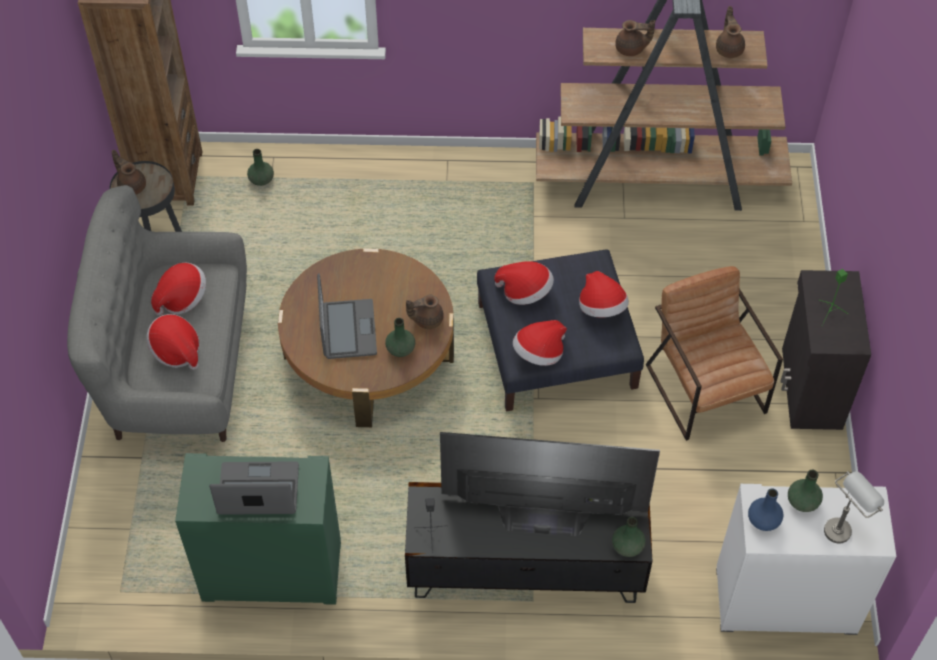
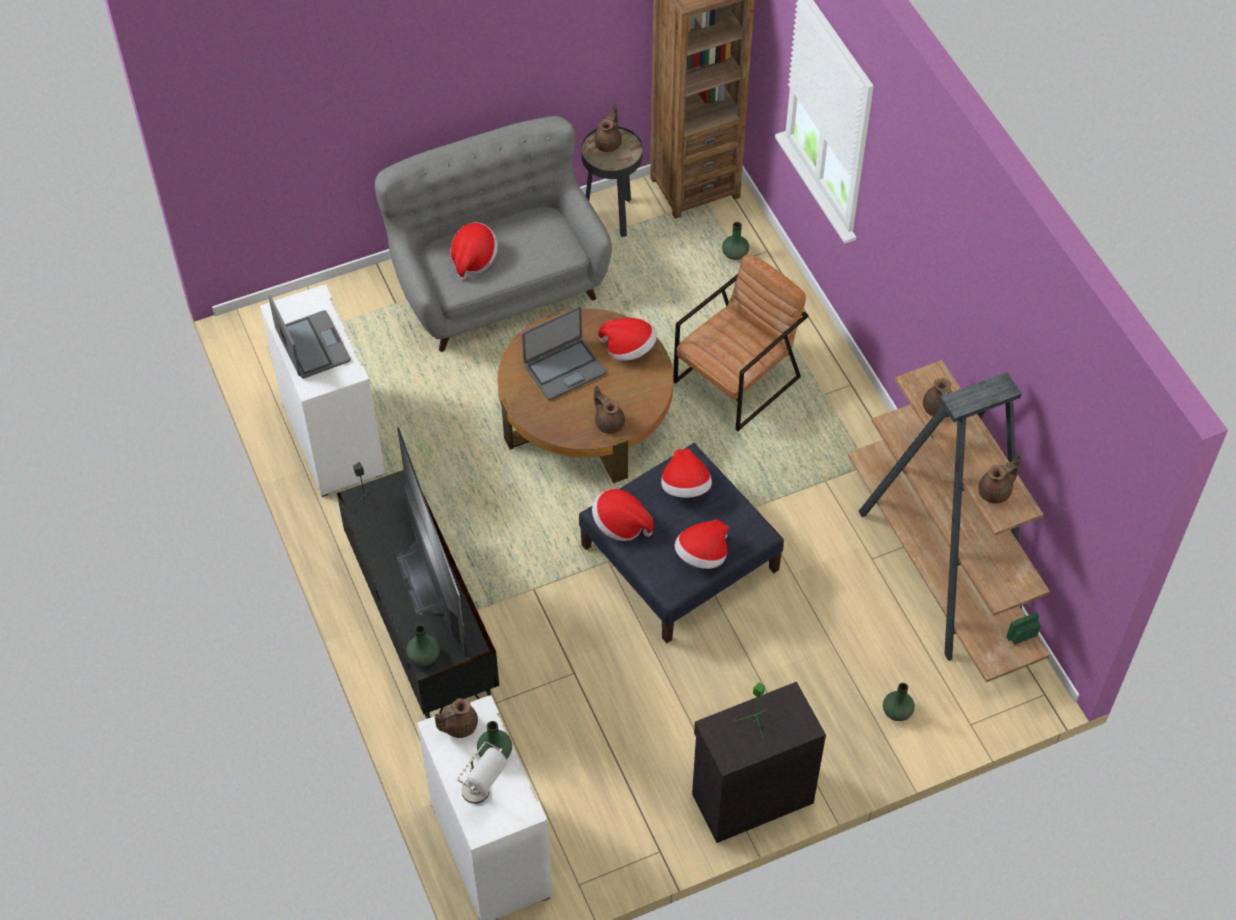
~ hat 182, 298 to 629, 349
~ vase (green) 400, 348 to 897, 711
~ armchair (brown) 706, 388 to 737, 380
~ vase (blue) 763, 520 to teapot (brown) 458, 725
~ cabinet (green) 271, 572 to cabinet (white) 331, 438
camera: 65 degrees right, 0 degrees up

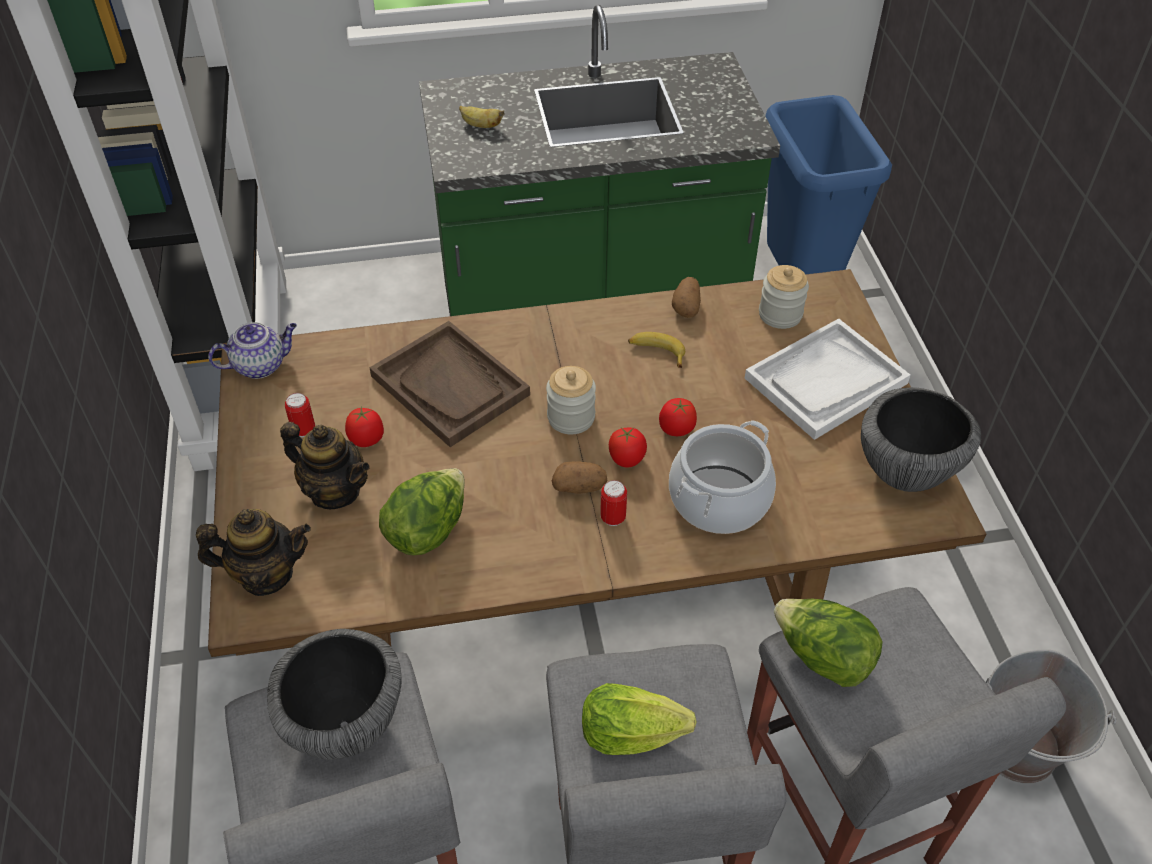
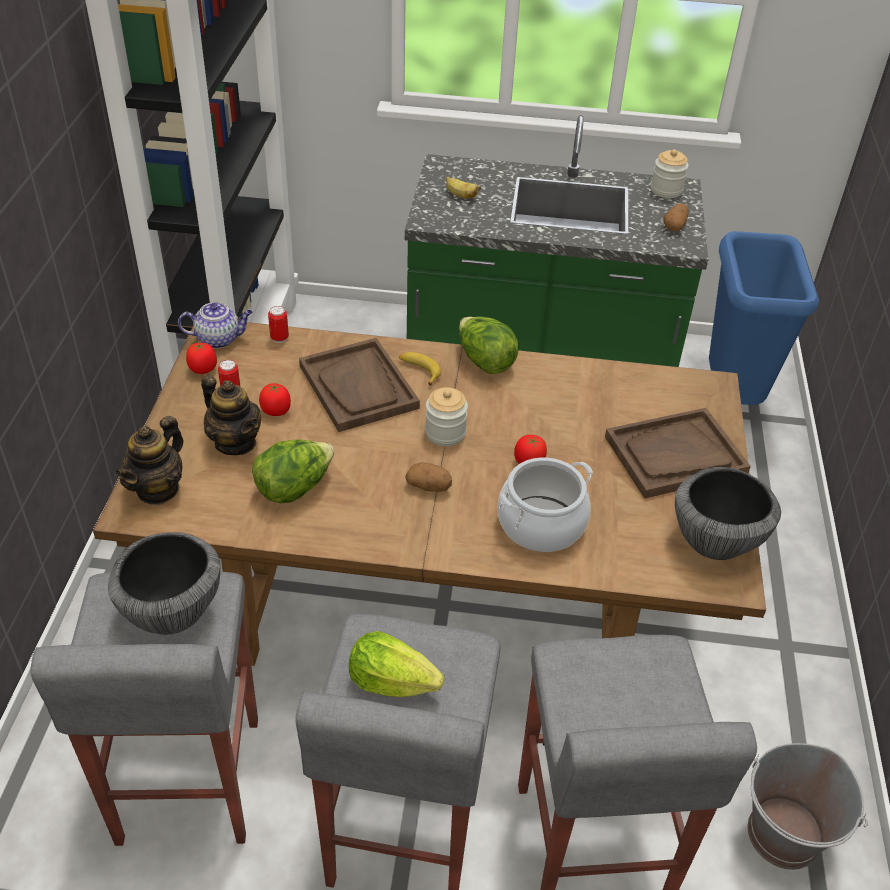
~ can 613, 518 to 279, 338
~ tomato 627, 459 to 203, 369
~ banana 656, 352 to 419, 371
~ potato 686, 307 to 675, 226
~ jar 780, 314 to 666, 190
~ lettuce 822, 657 to 484, 361
~ tray (white) 825, 381 to tray (brown) 675, 455
~ teapot 266, 574 = 158, 489 105 degrees clockwise
camera: 15 degrees right, 5 degrees down

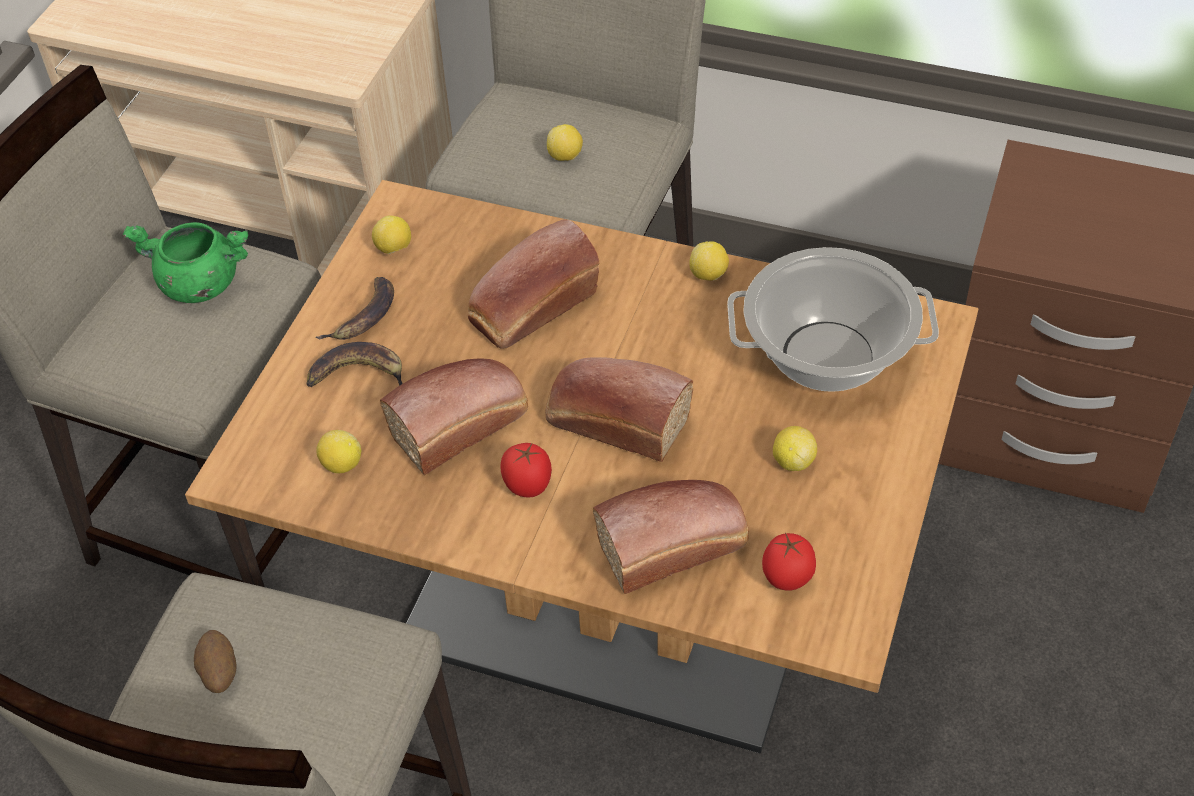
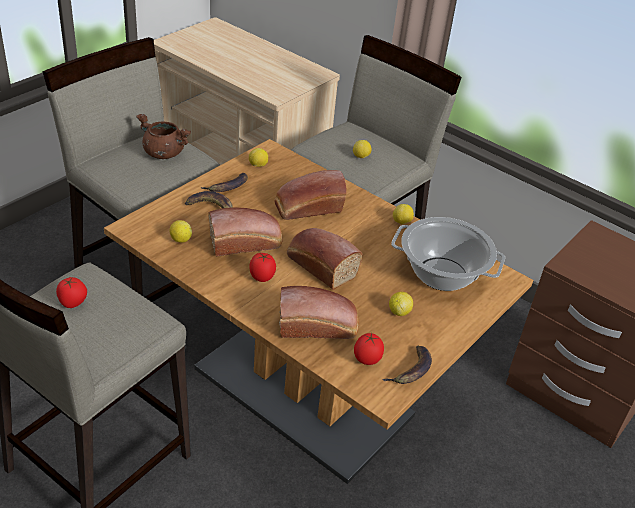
+ banana 411, 370
~ potato 219, 673 to tomato 73, 303
~ cooking pot (green) 199, 284 to cooking pot (brown) 163, 153
camera: 15 degrees right, 10 degrees down

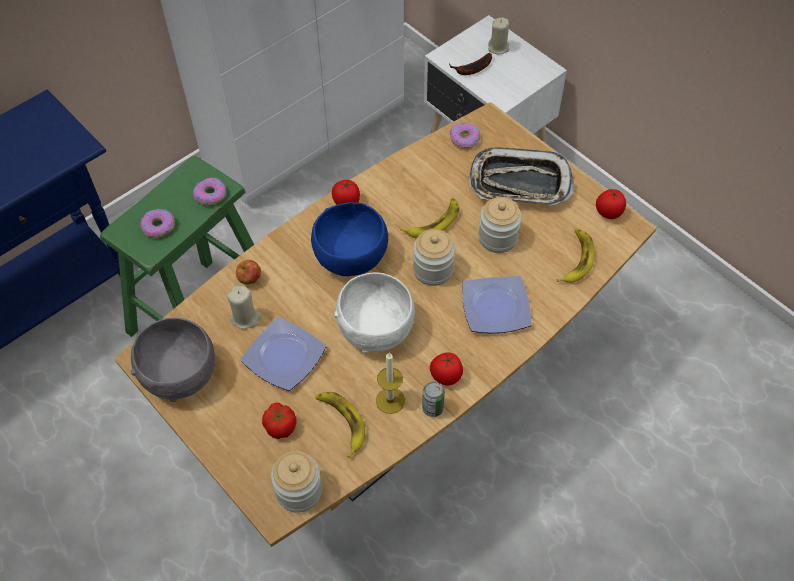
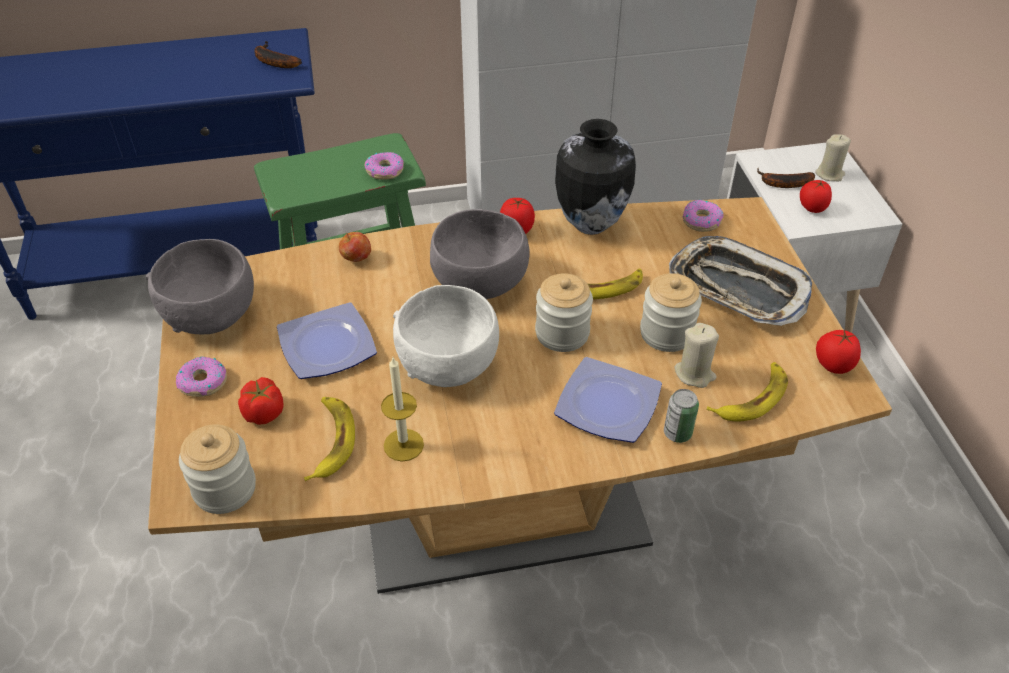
+ banana 273, 61
+ vase 589, 224
~ donut 158, 226 to 203, 382
~ candle (beige) 245, 317 to 694, 374
~ can 432, 408 to 677, 433
~ tomato 446, 376 to 812, 208
~ bowl (blue) 352, 256 to bowl (grey) 481, 282
camera: 30 degrees right, 10 degrees down

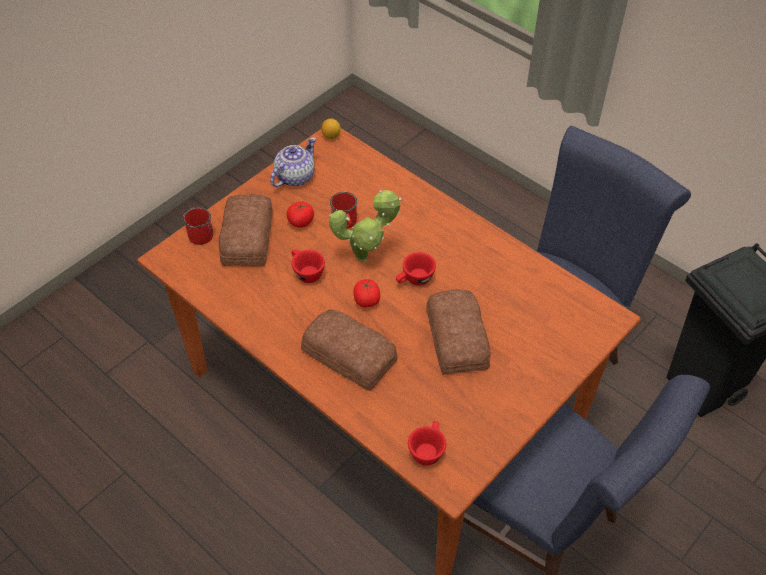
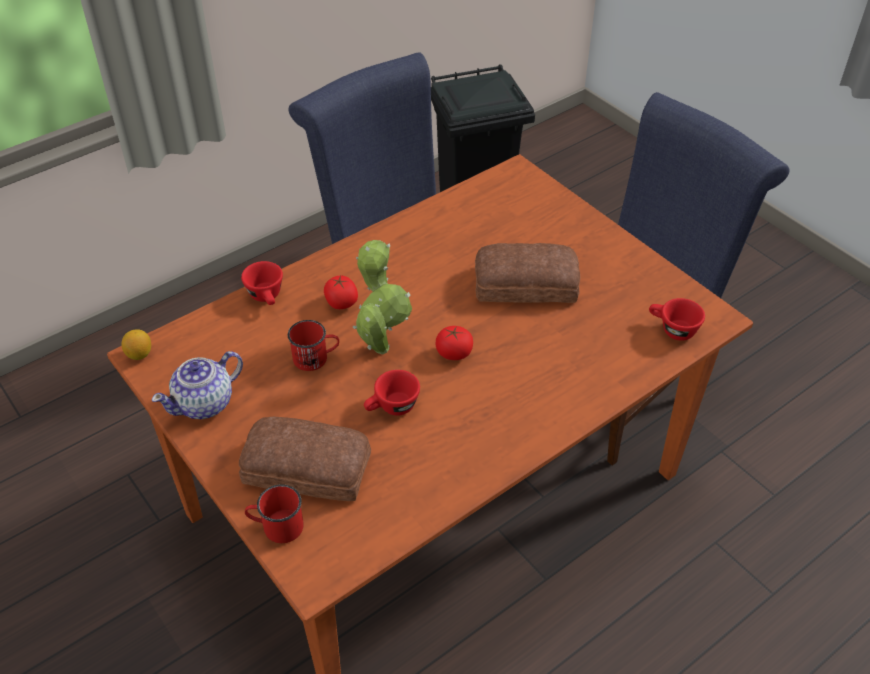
- bread 349, 353
~ tomato 301, 222 to 341, 303
~ cup (red) 414, 280 to 267, 297
~ teapot 294, 177 = 205, 403 90 degrees counterclockwise
camera: 80 degrees left, 5 degrees down

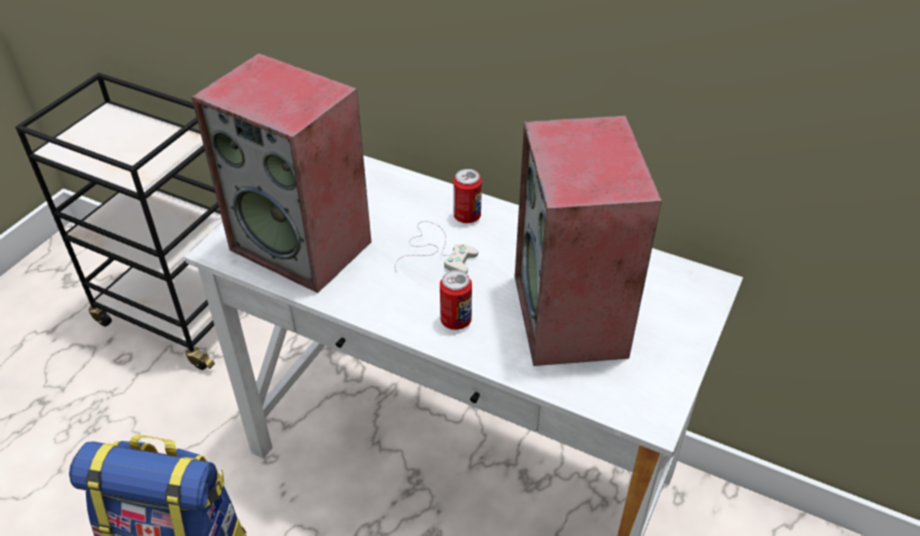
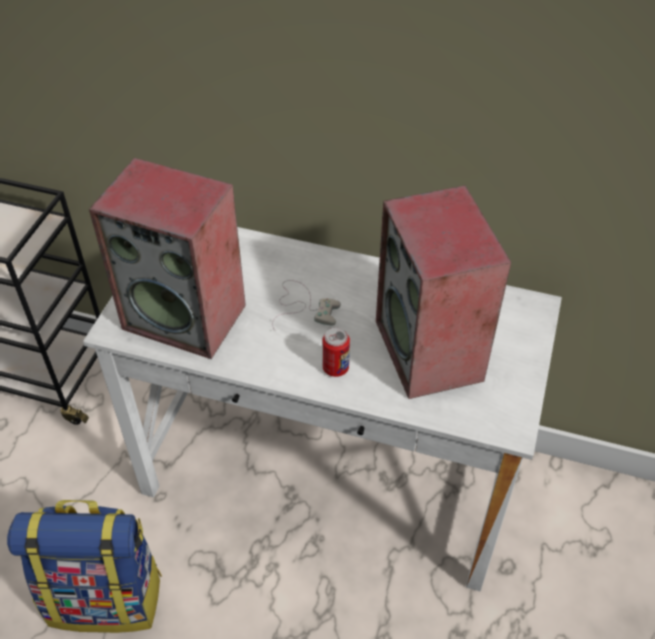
- can 467, 217
camera: 10 degrees left, 5 degrees up

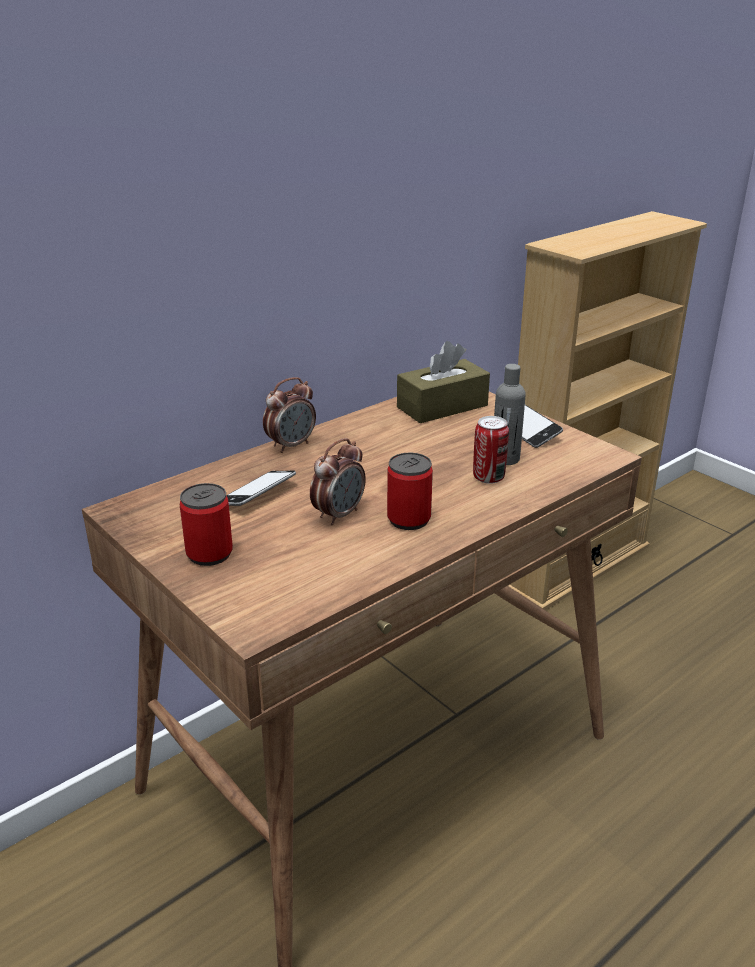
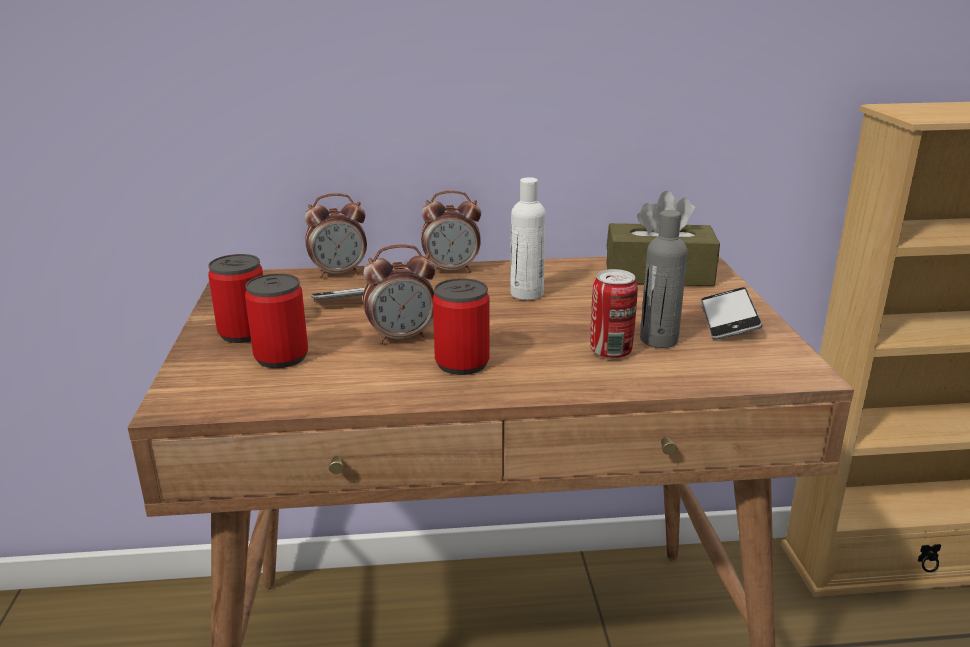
+ can 281, 357
+ alarm clock 339, 273
+ bottle (white) 527, 294
camera: 35 degrees right, 5 degrees down

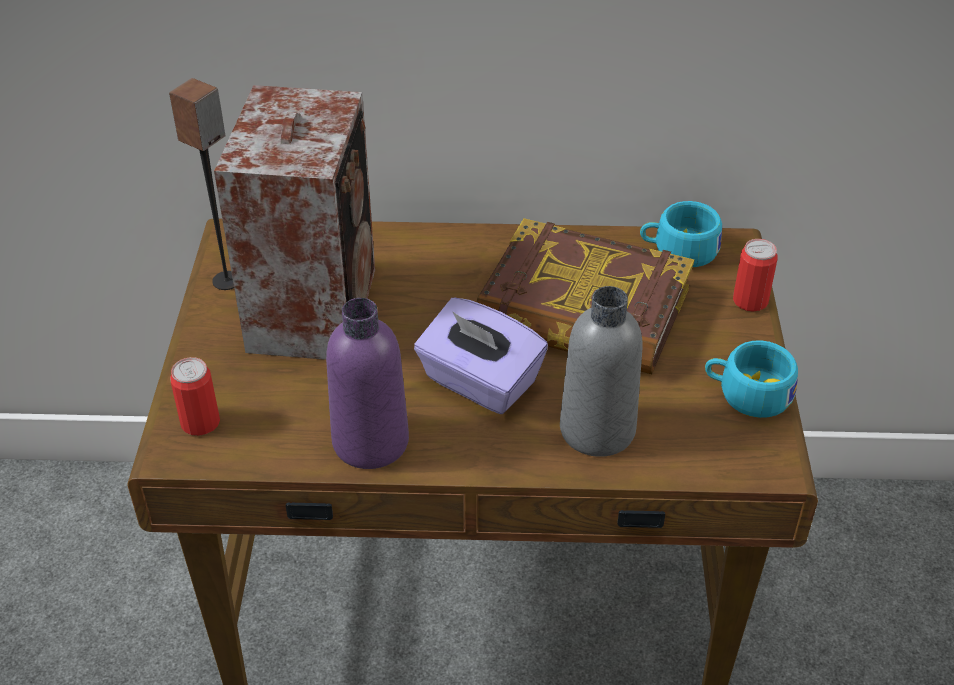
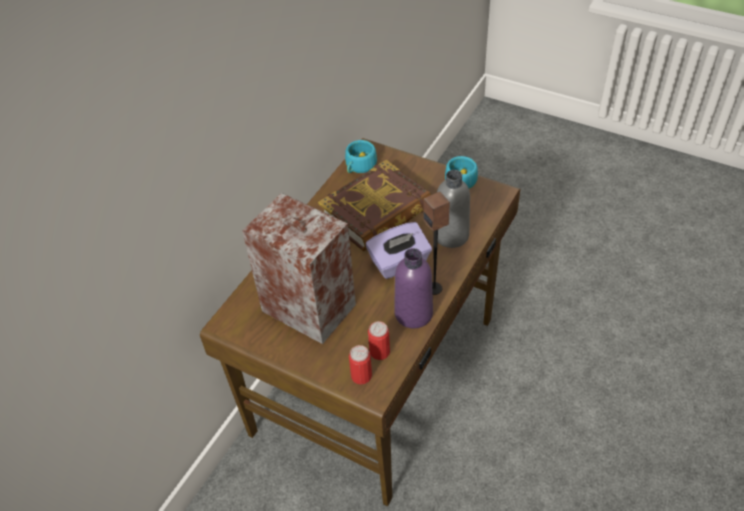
~ speaker 227, 281 to 434, 288
~ can 750, 301 to 379, 352
camera: 60 degrees left, 5 degrees up

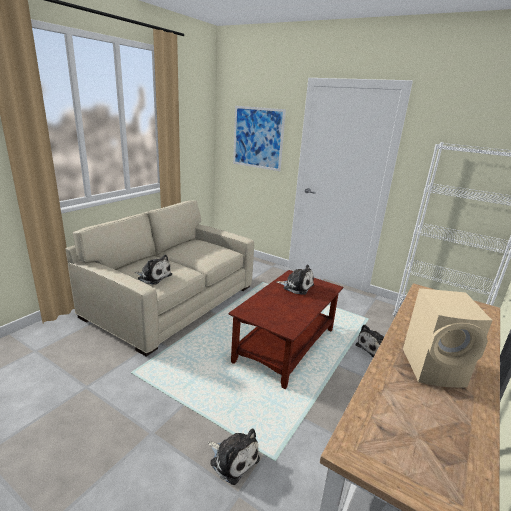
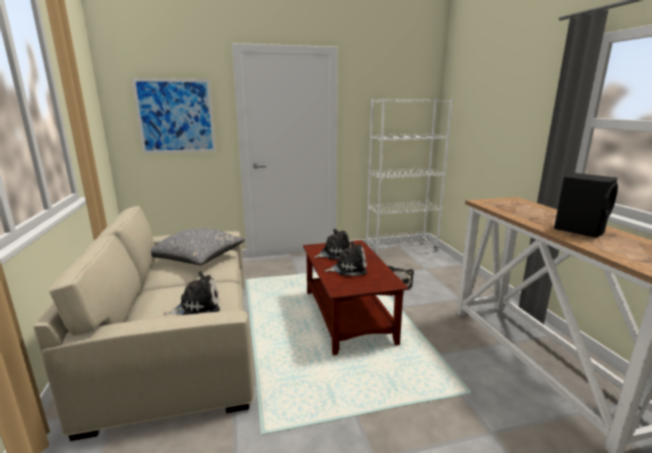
+ pillow (grey) 199, 258
~ plush toy 233, 459 to 348, 269
~ speaker (beige) 435, 368 to speaker (black) 580, 229
camera: 45 degrees left, 5 degrees down

